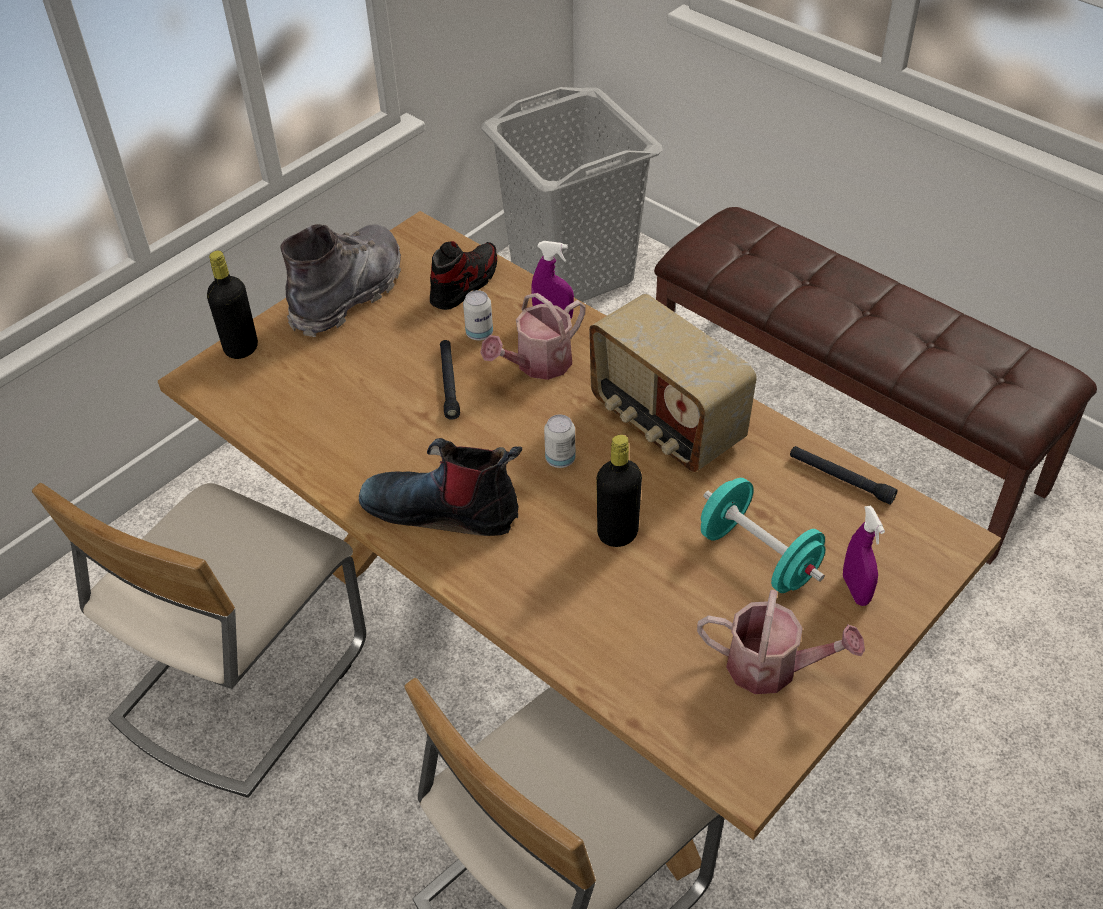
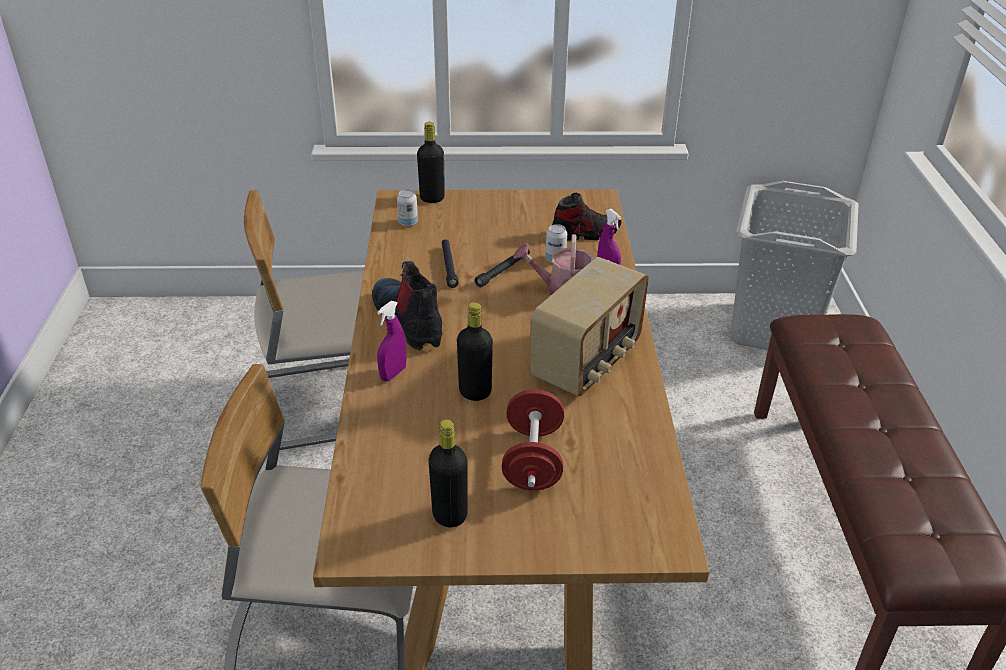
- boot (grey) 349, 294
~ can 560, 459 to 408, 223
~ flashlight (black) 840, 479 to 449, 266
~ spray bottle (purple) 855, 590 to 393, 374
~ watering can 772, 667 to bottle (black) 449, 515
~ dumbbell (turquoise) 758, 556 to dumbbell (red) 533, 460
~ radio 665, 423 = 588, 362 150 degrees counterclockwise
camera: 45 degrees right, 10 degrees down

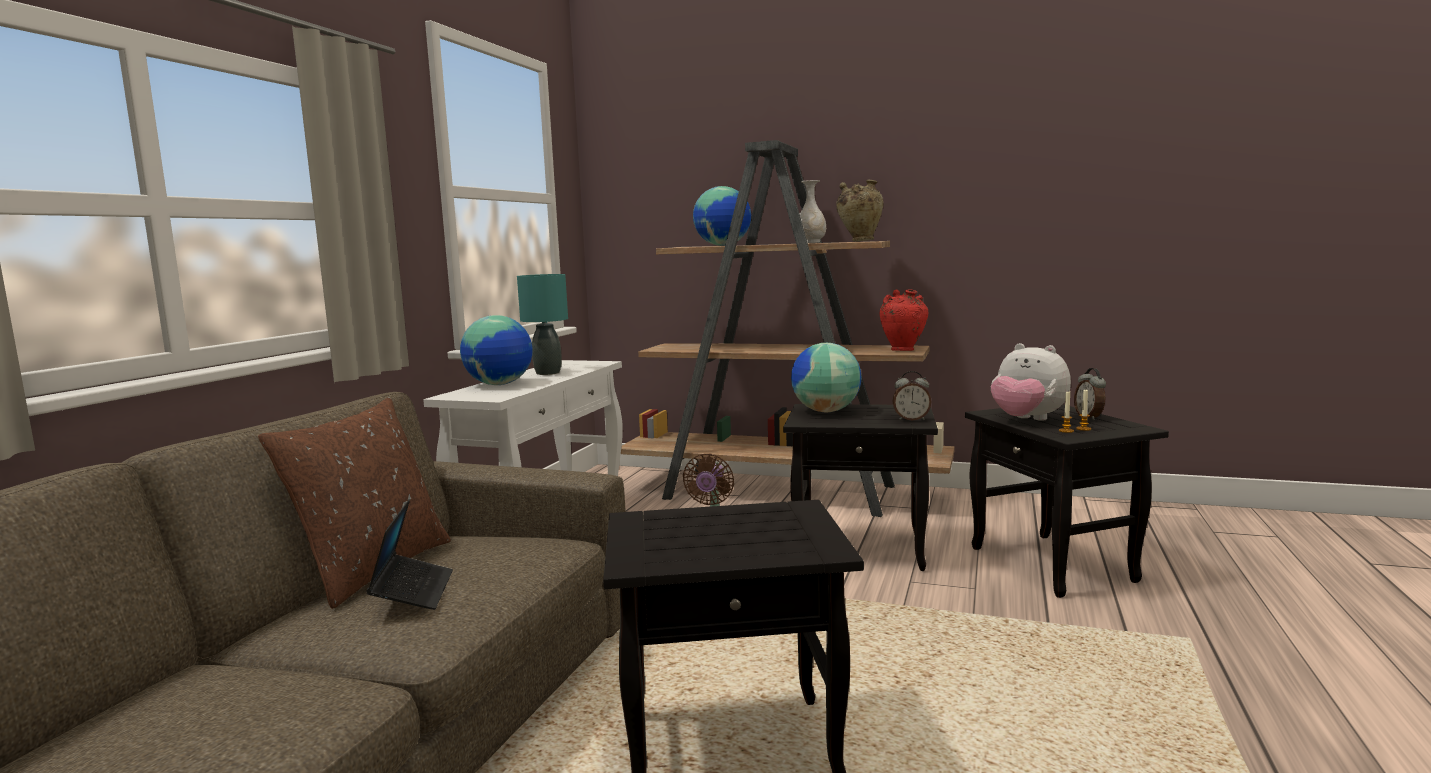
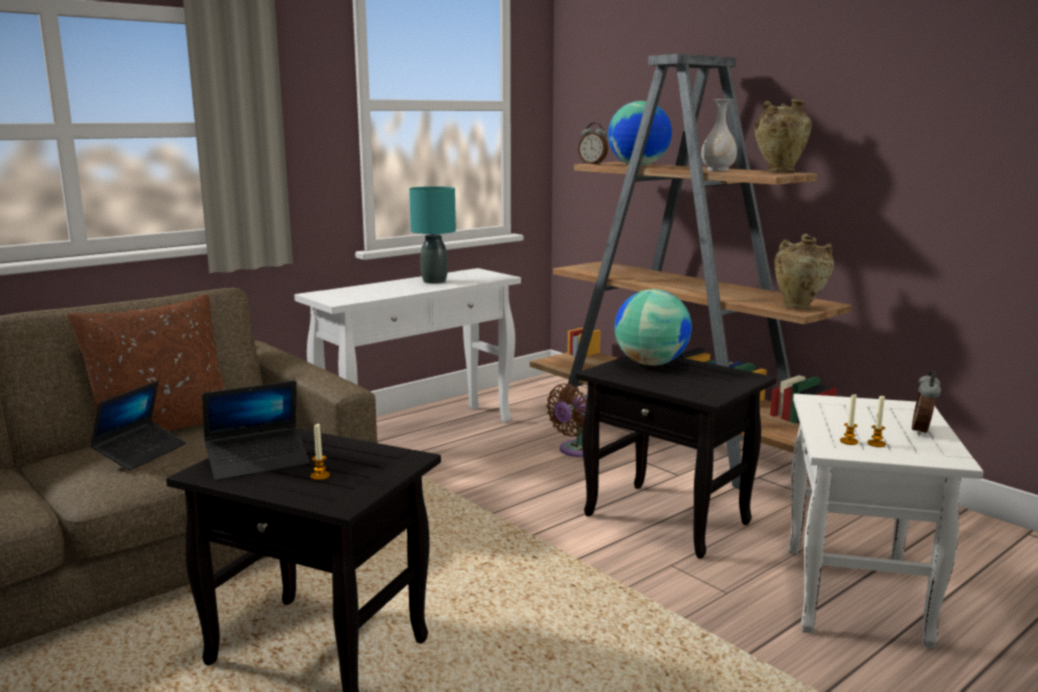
- globe 500, 384
- plush toy 1027, 420
+ laptop 258, 462
+ candle 320, 476
~ alarm clock 911, 419 to 593, 164
~ vase (red) 903, 350 to vase (beige) 799, 307
~ side table (black) 1055, 565 to side table (white) 857, 597
camera: 30 degrees right, 5 degrees up

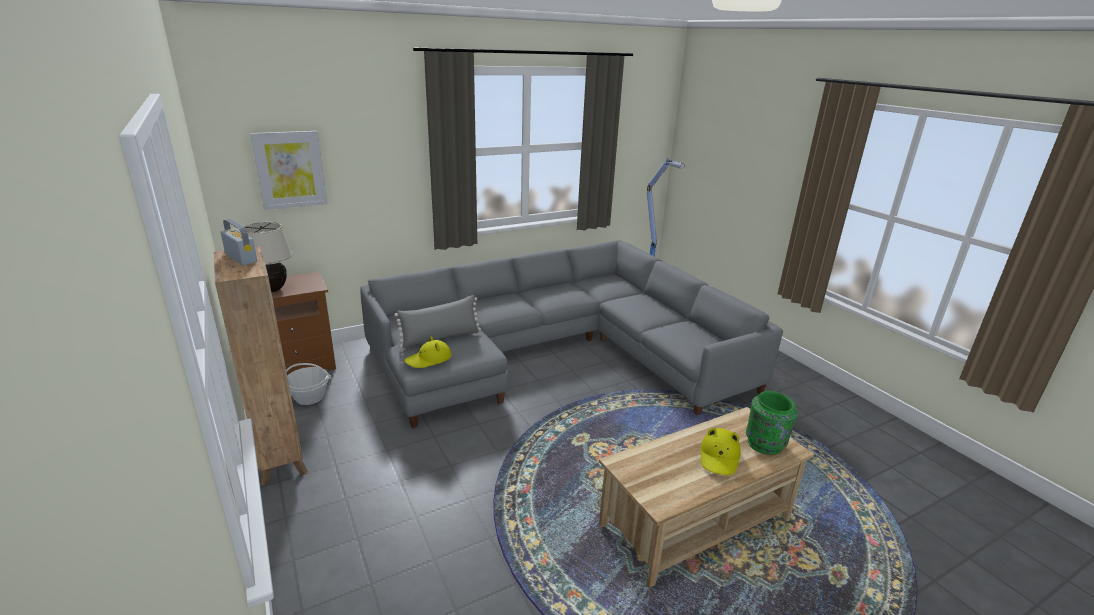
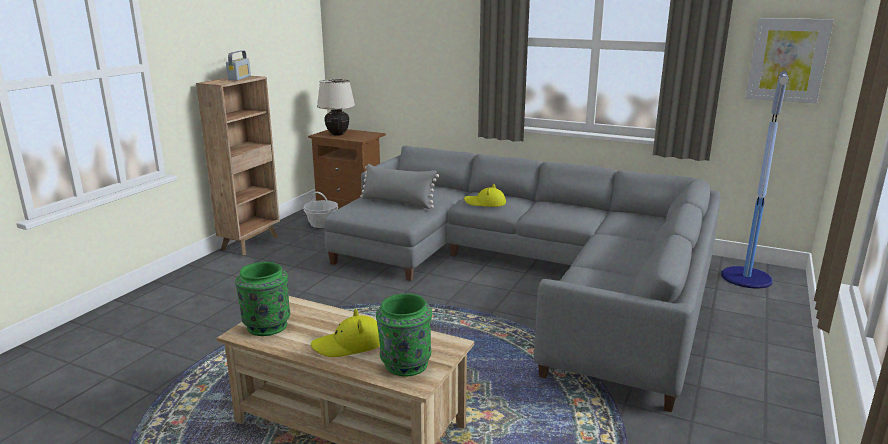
+ vase (green) 266, 326
~ picture 290, 169 to 787, 60
~ hat (yellow) 429, 359 to 485, 203
camera: 55 degrees right, 5 degrees down

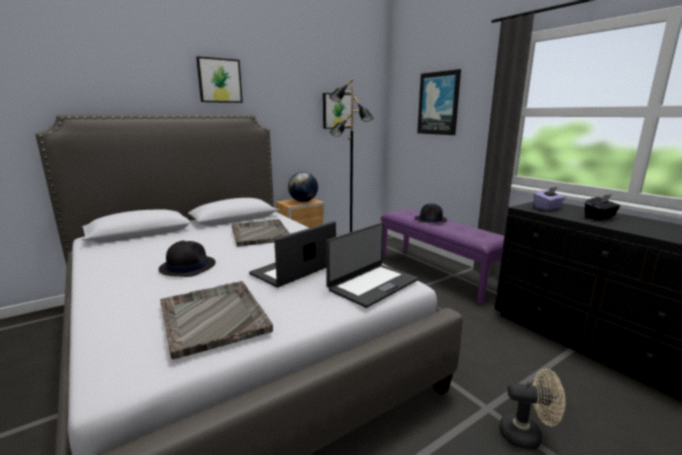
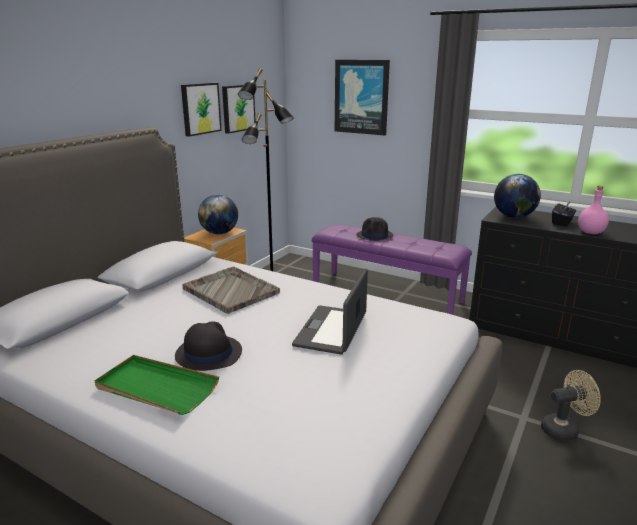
- tray (grey) 213, 317
- laptop 372, 284
+ tray (green) 156, 388
+ bottle (pink) 591, 232
~ picture 219, 80 to 200, 108
~ tissue box (purple) 547, 208 to globe 513, 217
camera: 25 degrees left, 5 degrees up

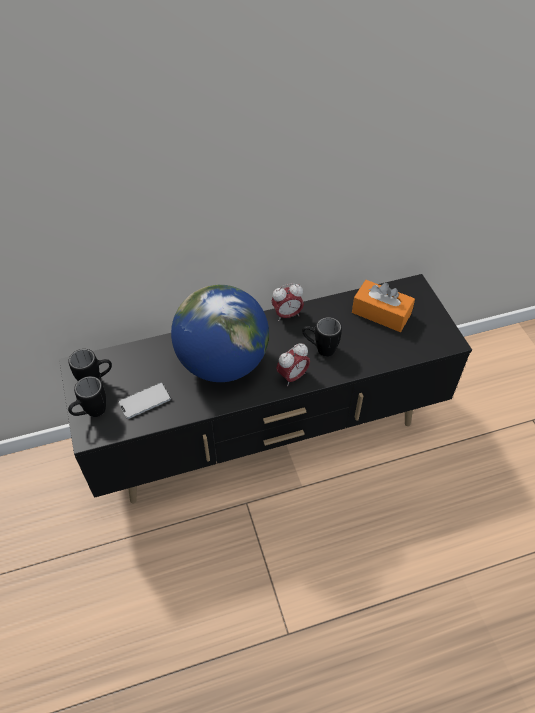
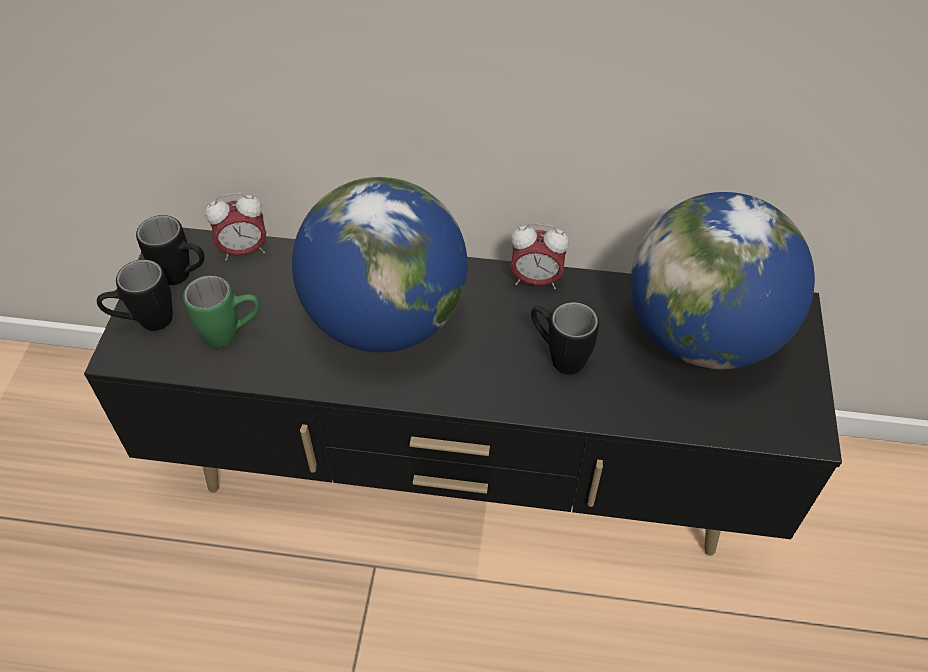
~ alarm clock 292, 376 to 244, 251
~ phone 145, 401 to mug (green) 232, 334
~ tissue box (orange) 381, 313 to globe 702, 335
camera: 25 degrees right, 0 degrees up

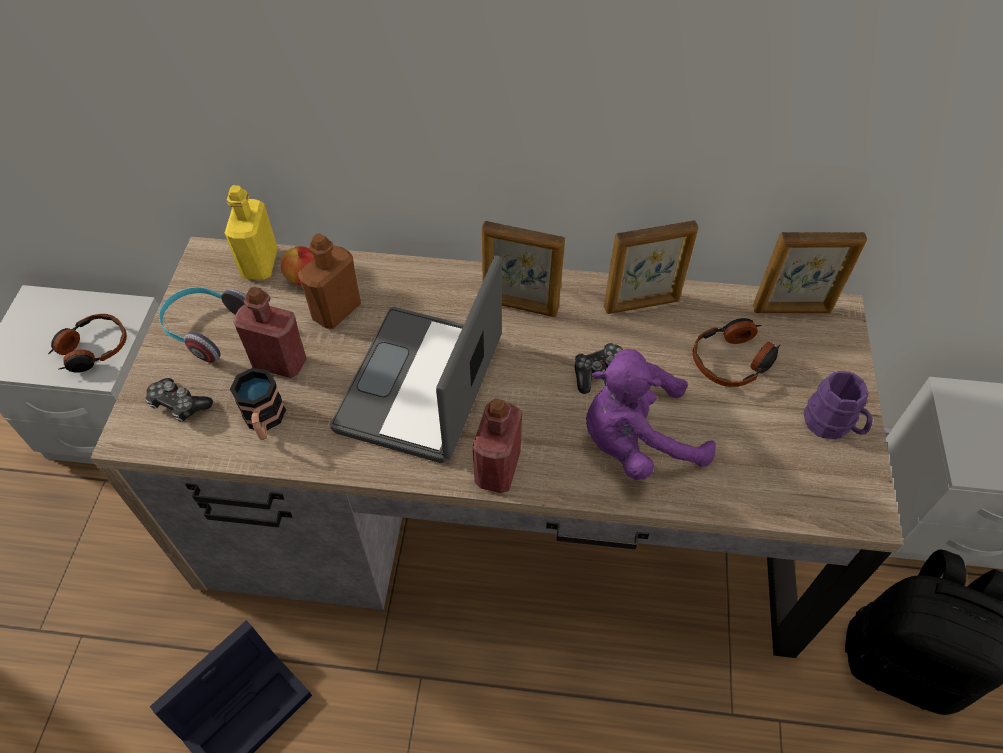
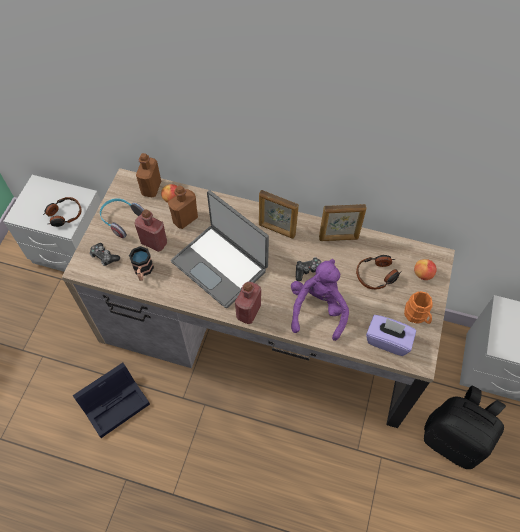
- picture frame 792, 310
+ tissue box (purple) 388, 340
+ apple 423, 274
~ bottle (yellow) 260, 264 to bottle (brown) 151, 188
~ mug (purple) 832, 425 to mug (orange) 417, 316
~ laptop 423, 386 = 221, 265 75 degrees counterclockwise
~ plush toy (purple) 636, 441 = 318, 309 105 degrees clockwise
camera: 10 degrees right, 5 degrees up

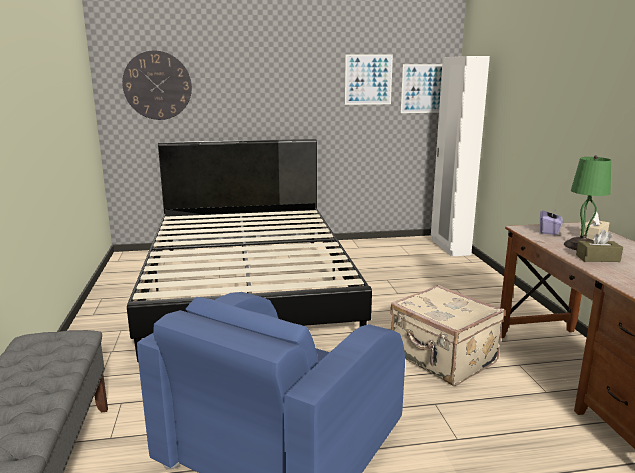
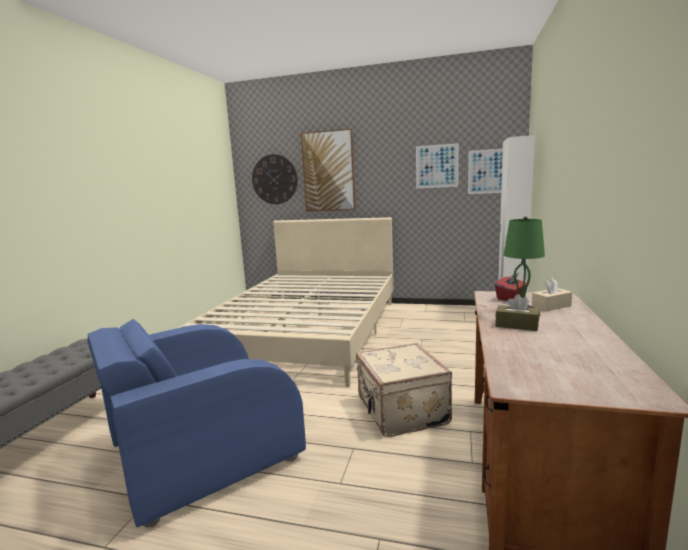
+ picture 328, 171
~ bed (black) 248, 286 to bed (beige) 307, 332
~ tissue box (purple) 549, 231 to tissue box (red) 511, 298
camera: 25 degrees right, 5 degrees down

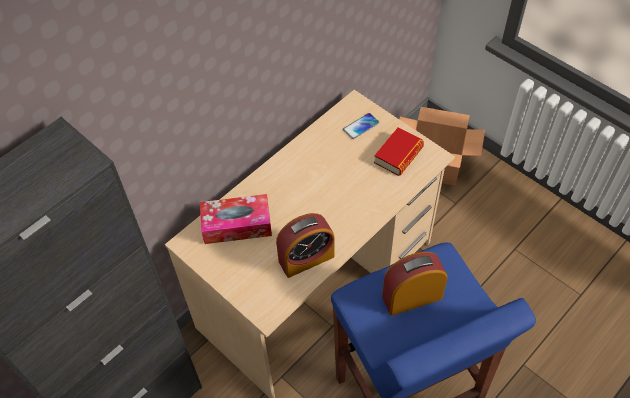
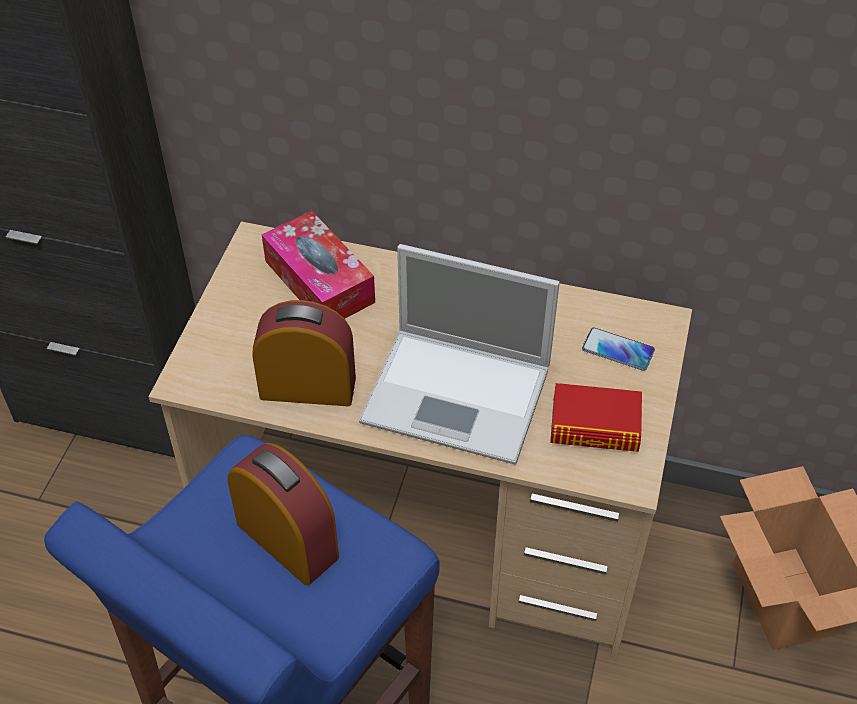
+ laptop 460, 395
~ alarm clock 306, 258 = 307, 387 150 degrees clockwise
camera: 60 degrees right, 5 degrees down

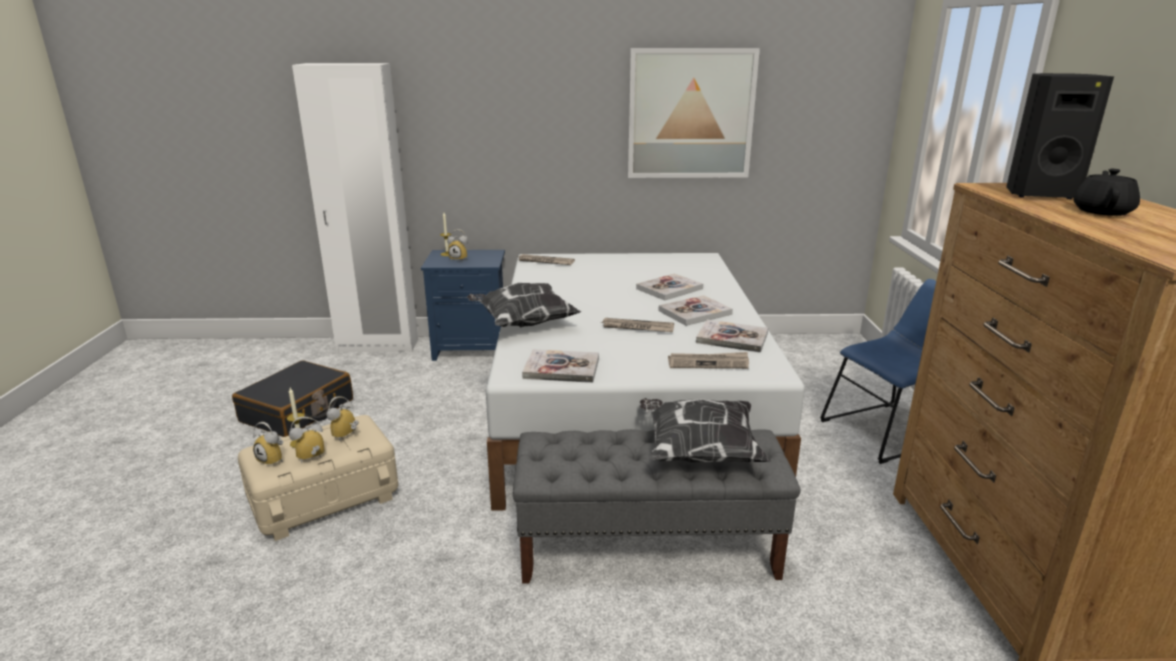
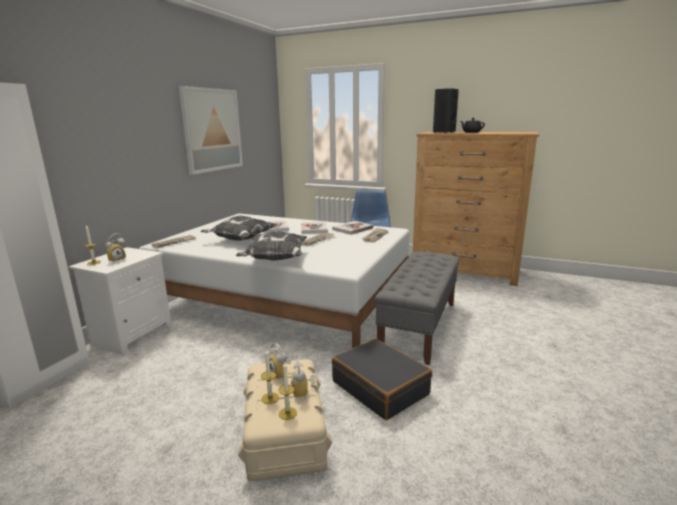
- book 561, 368
~ suitcase (black) 298, 411 to 380, 387
~ pillow 698, 451 to 240, 240
~ alarm clock 274, 460 to candle 287, 413
~ nightstand (blue) 472, 348 to nightstand (white) 132, 336
camera: 65 degrees left, 5 degrees down

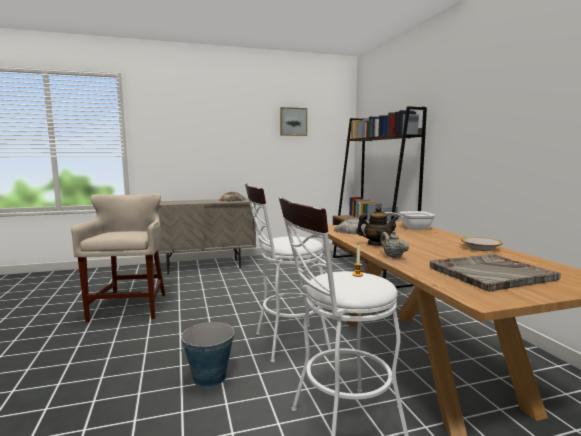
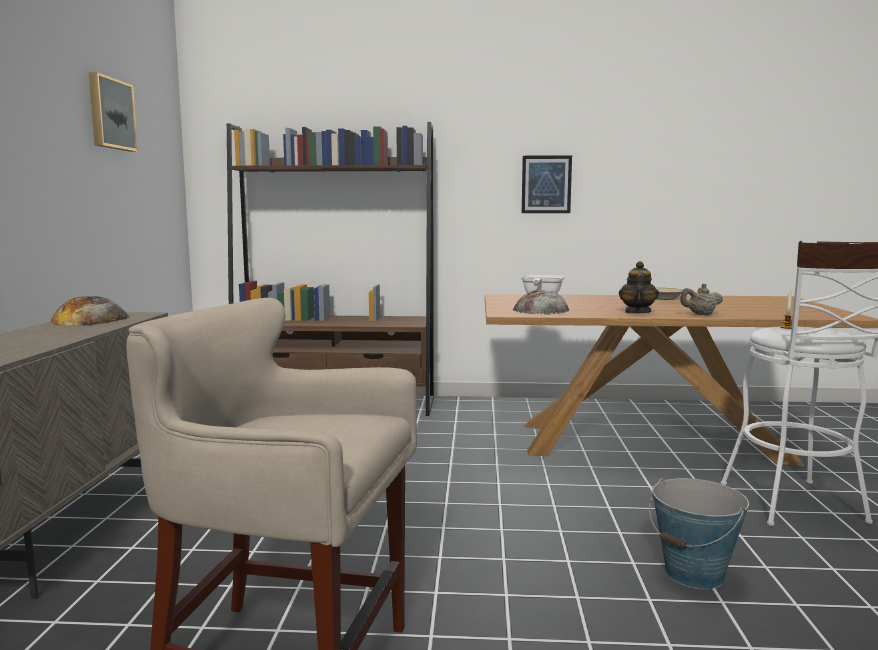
- stool (white) 285, 343
- tray (grey) 490, 273
+ picture 546, 184
camera: 70 degrees left, 0 degrees up

